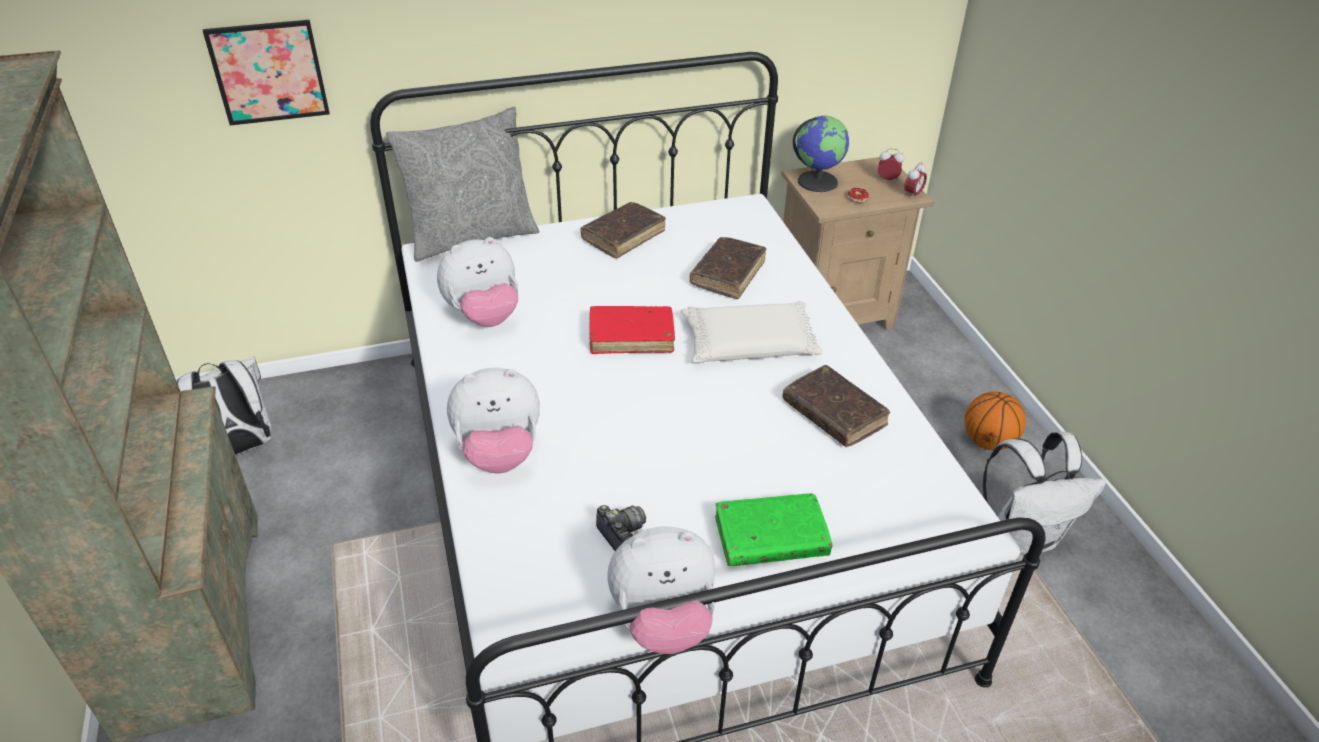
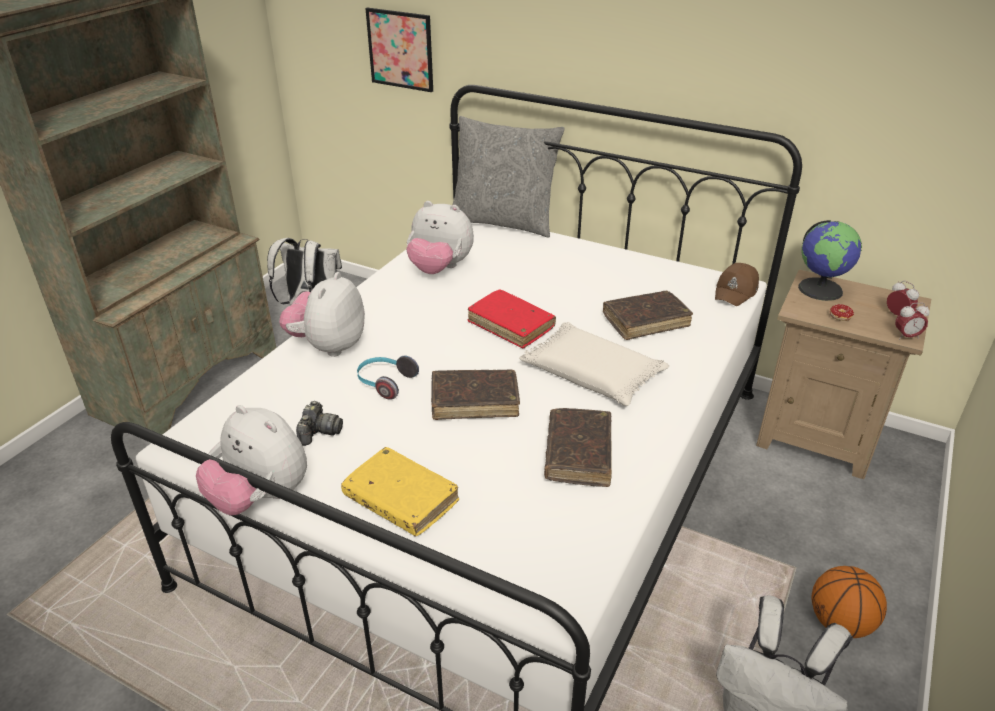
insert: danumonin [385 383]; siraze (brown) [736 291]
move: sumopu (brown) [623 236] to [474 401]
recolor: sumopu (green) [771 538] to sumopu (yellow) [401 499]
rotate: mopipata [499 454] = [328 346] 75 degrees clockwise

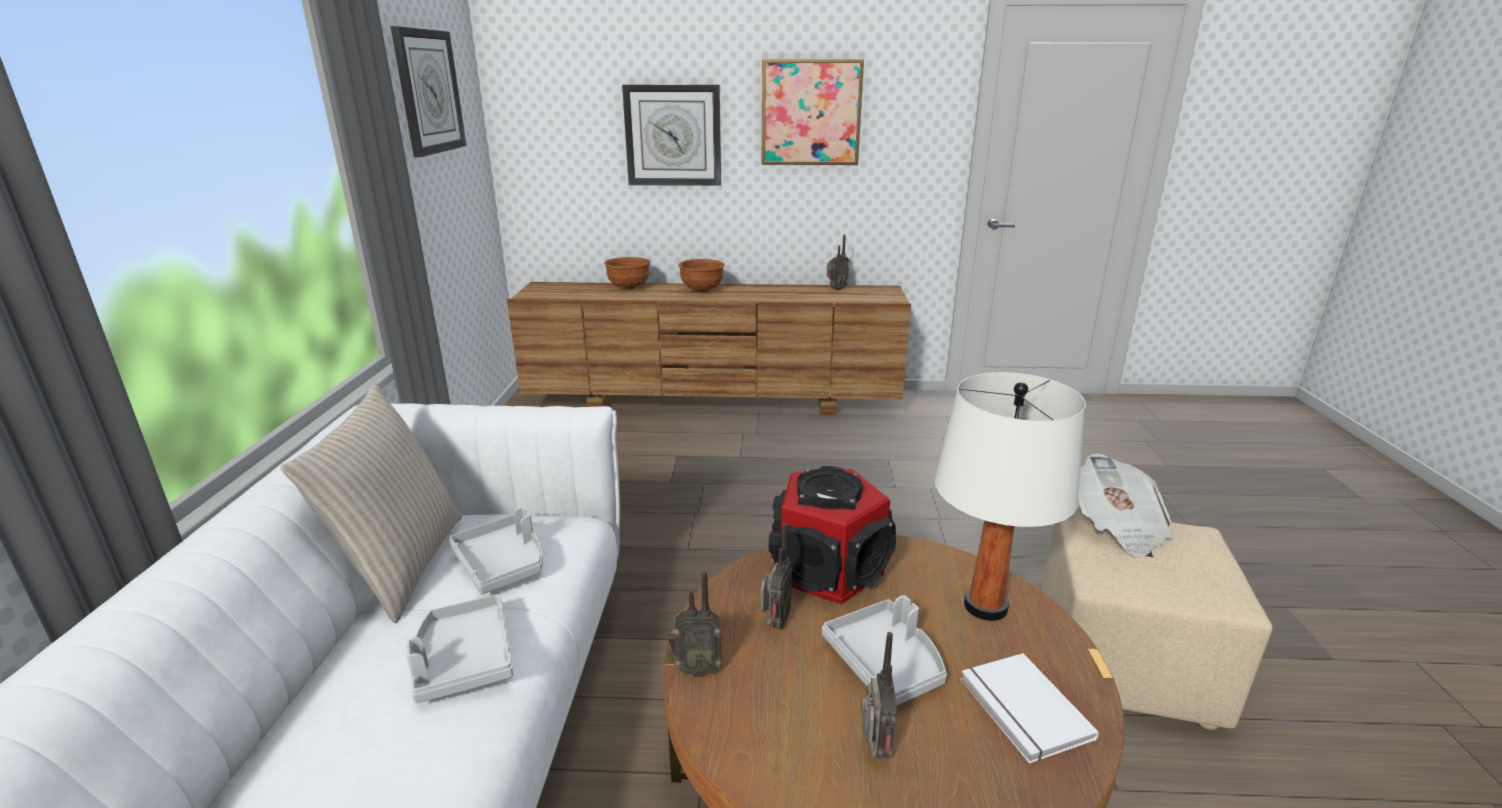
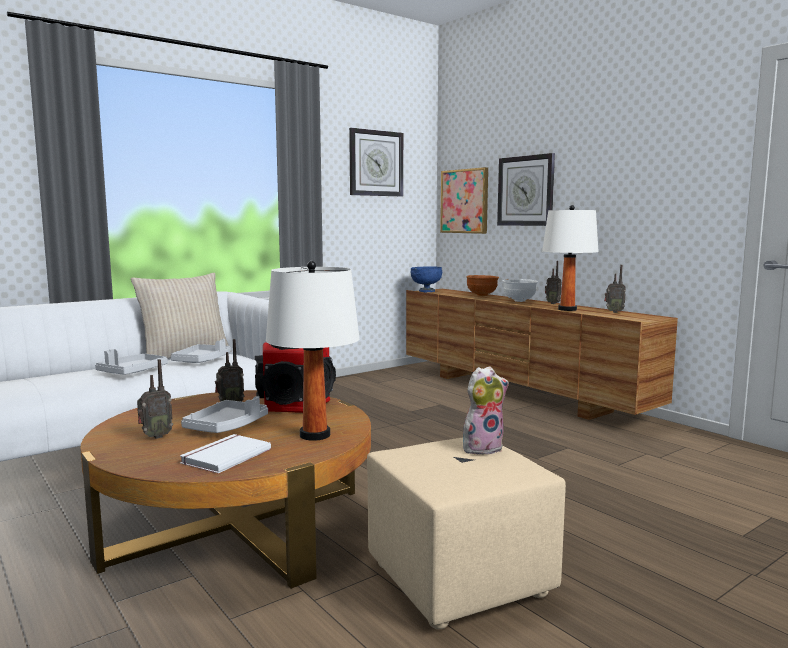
insert: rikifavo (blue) [426 291]; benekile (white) [567 309]
move: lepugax [696 669] to [553 303]; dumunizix [811 113] to [464 201]
replace: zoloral [1117 527] to mopipata [482 447]
recolor: rikifavo (brown) [702 290] to rikifavo (white) [519 301]

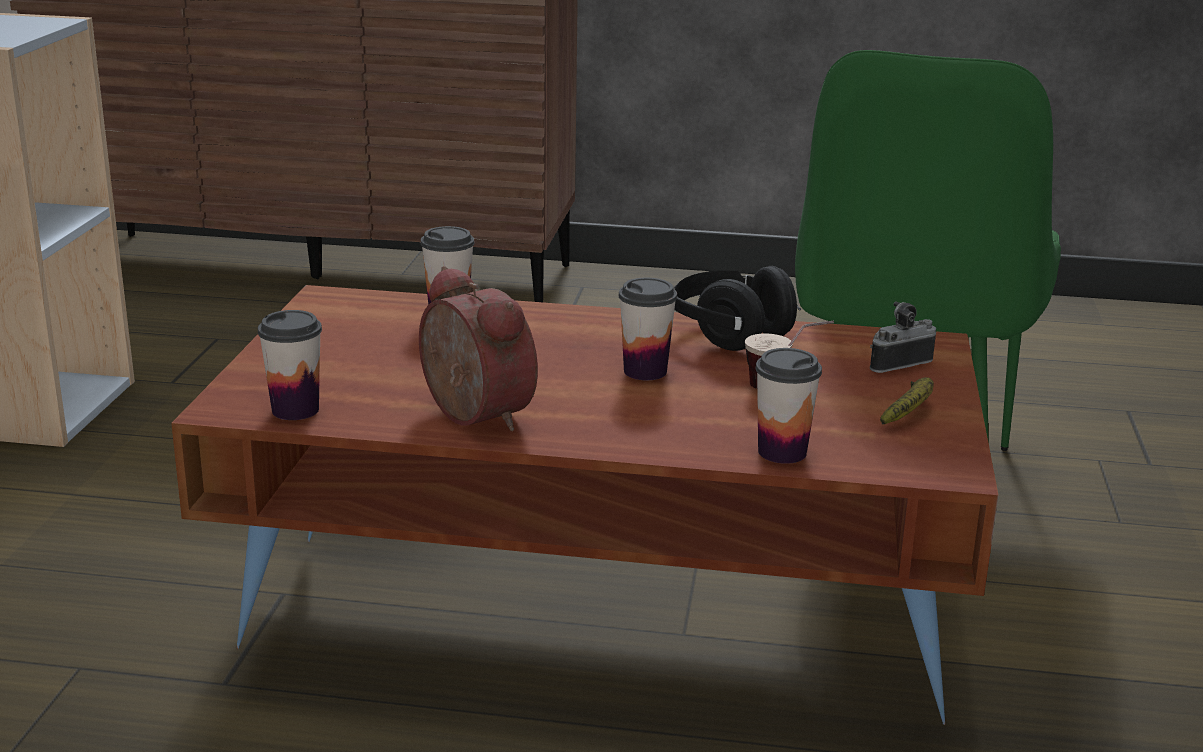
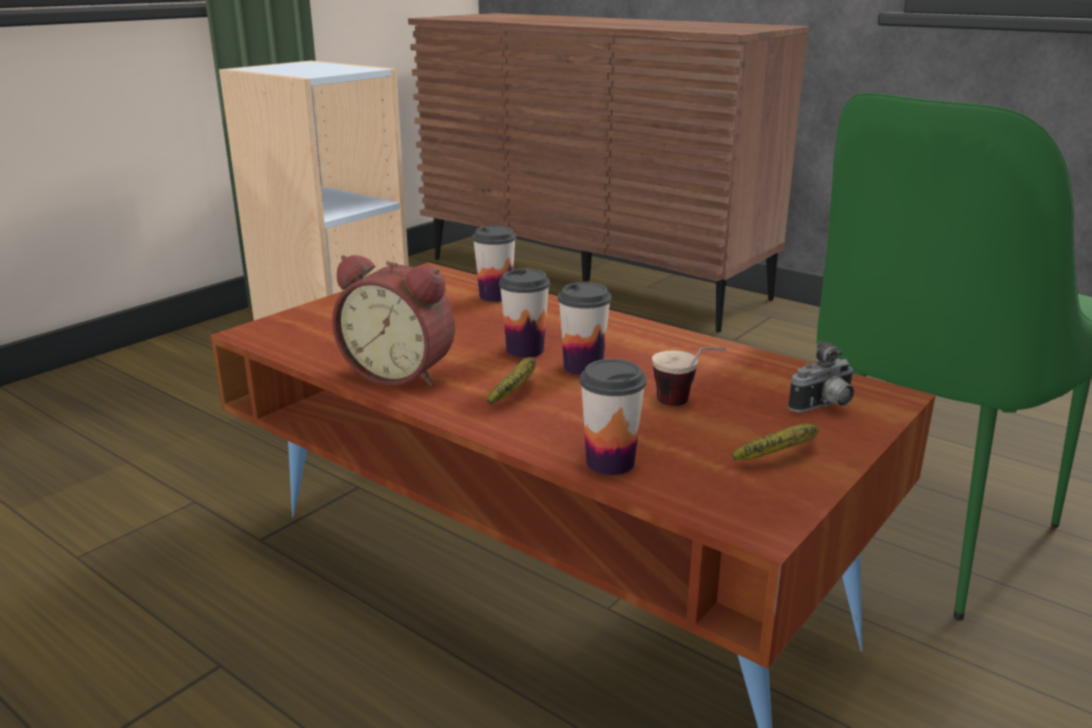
delete: danumonin (black) [730 334]
insert: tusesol [516 390]
move: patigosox [295 410] to [525 350]
rotate: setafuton [470 416] = [401 373] 120 degrees clockwise; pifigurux [896 363] = [824 407] 150 degrees clockwise

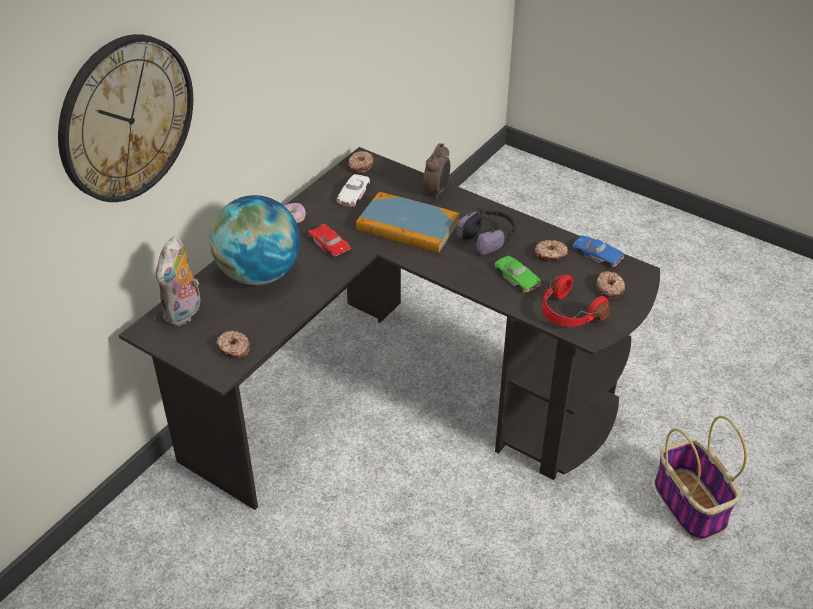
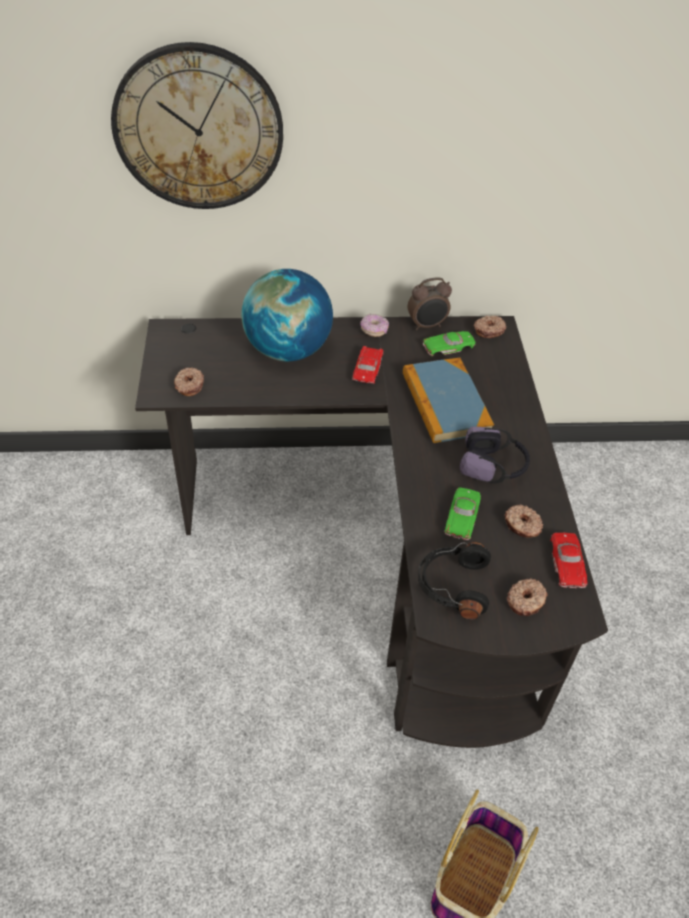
delete: mopipata [184 313]
move: setafuton [437 191] to [427 325]
recolor: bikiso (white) [353 193] to bikiso (green) [448 346]; danumonin (red) [569 314] to danumonin (black) [452 585]; bikiso (blue) [597 254] to bikiso (red) [567 563]

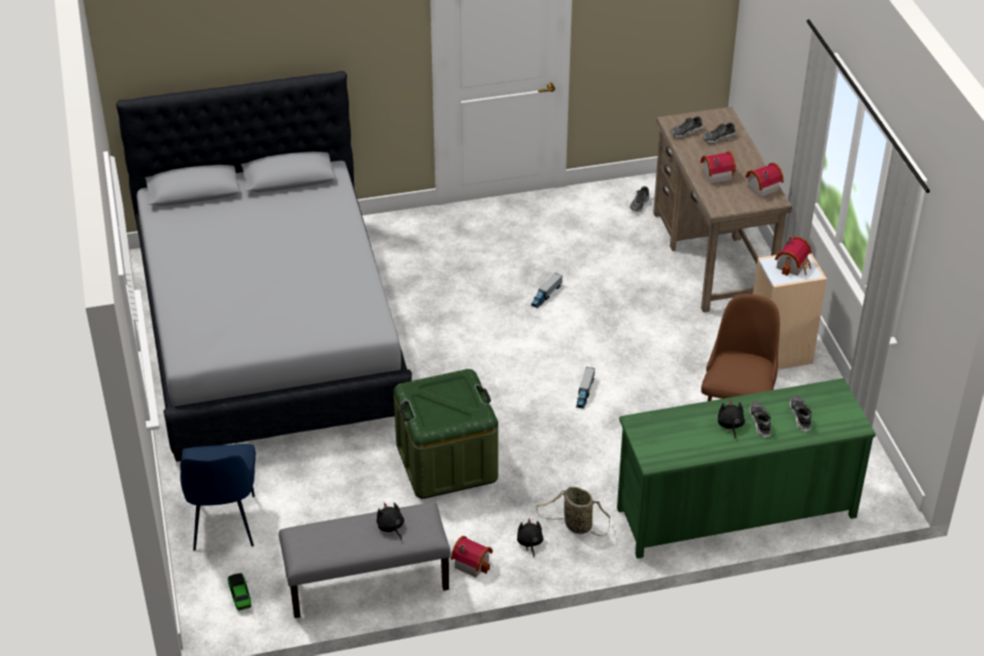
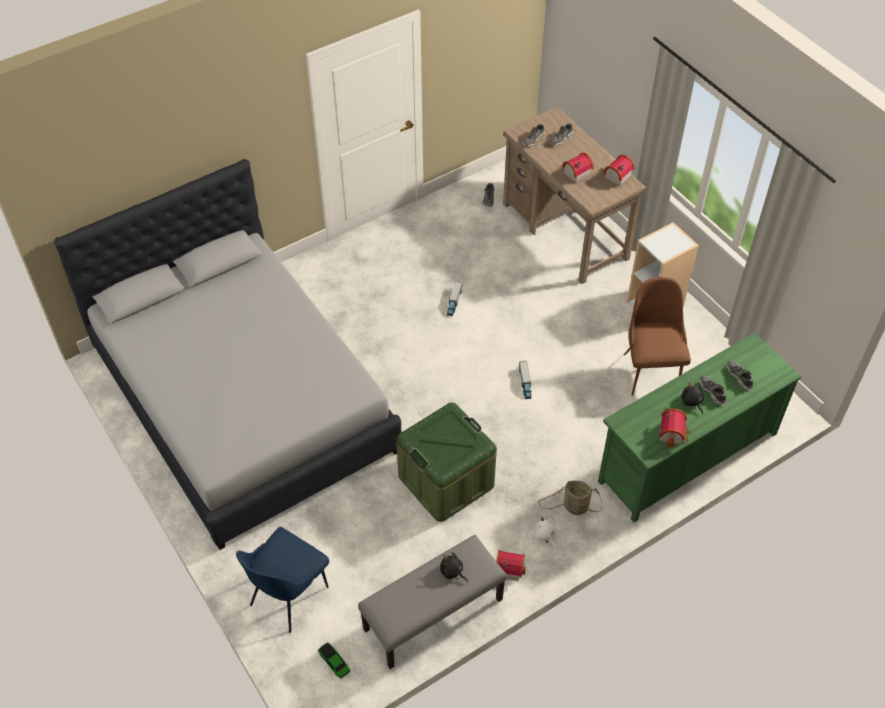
move: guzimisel [793 265] to [673 433]
recolor: mopipata (black) [529 543] to mopipata (white) [545 535]
rotate: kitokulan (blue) [224 523] = [289 597] 60 degrees clockwise

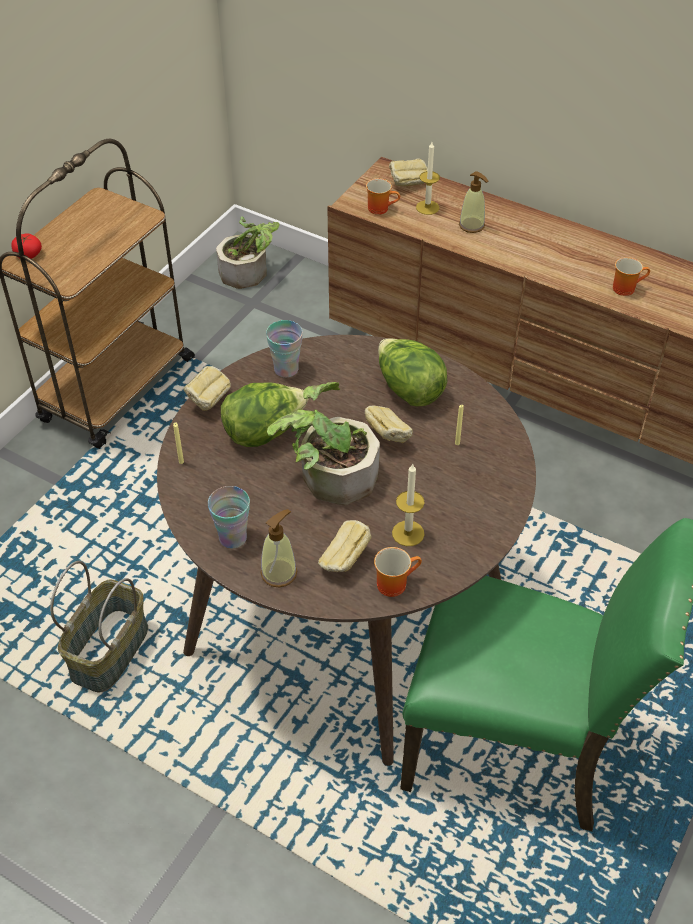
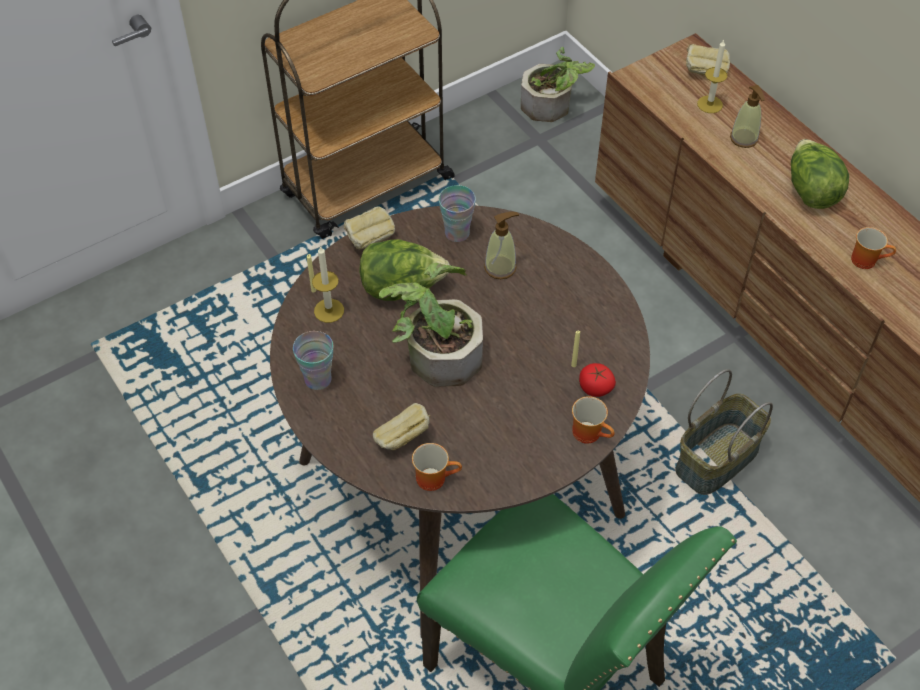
delete: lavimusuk [387 437]
move: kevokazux [28 254] to [595 387]; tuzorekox [109 650] to [716 458]; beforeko [279 573] to [500 267]; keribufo [381 208] to [590 432]; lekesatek [409 390] to [811 191]; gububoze [408 533] to [329 310]

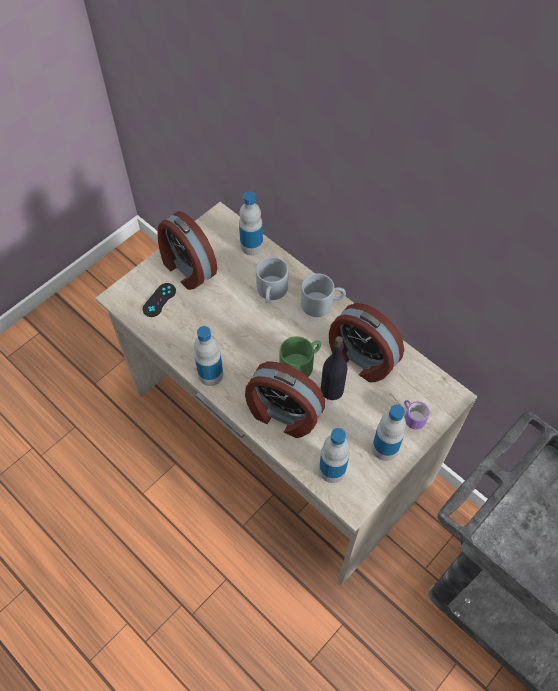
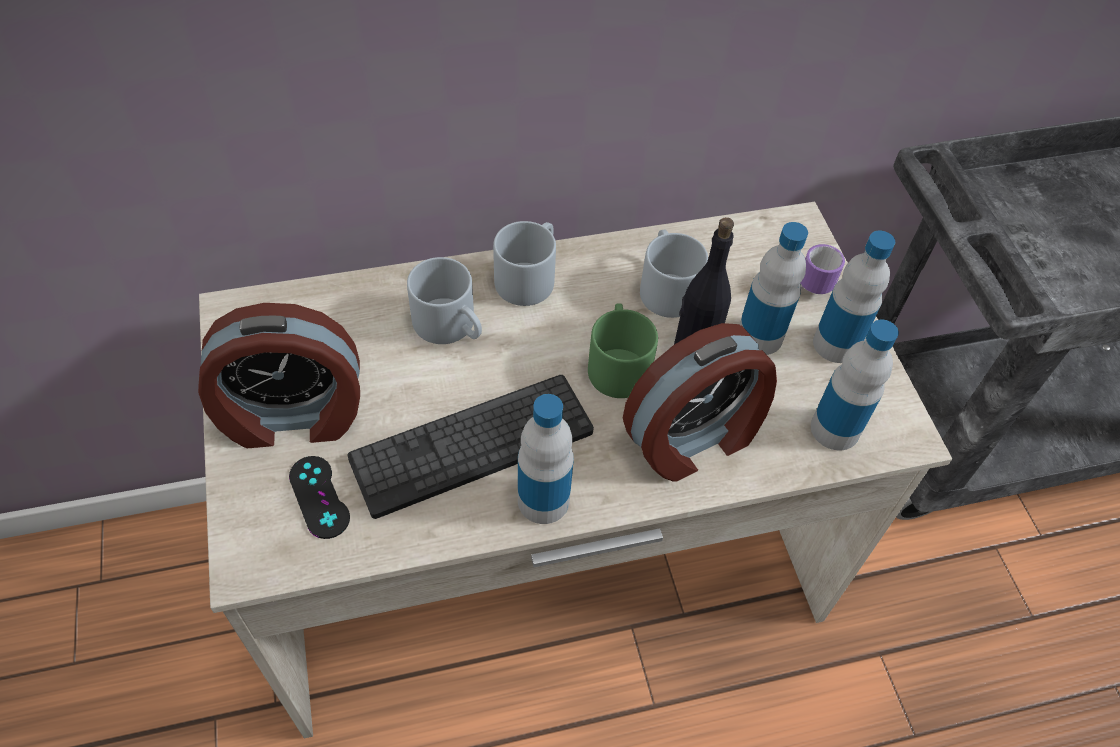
insert: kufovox [472 445]
move: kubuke [251 246] to [759 336]
replace: setafuton [361 359] to keribufo (grey) [665 286]

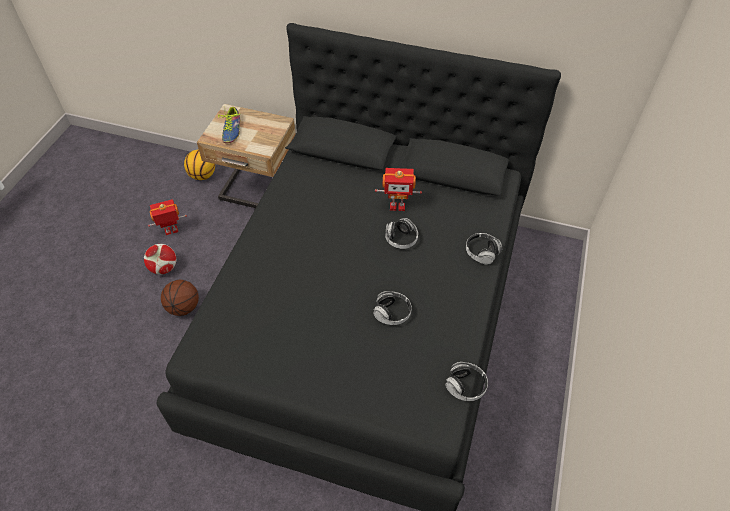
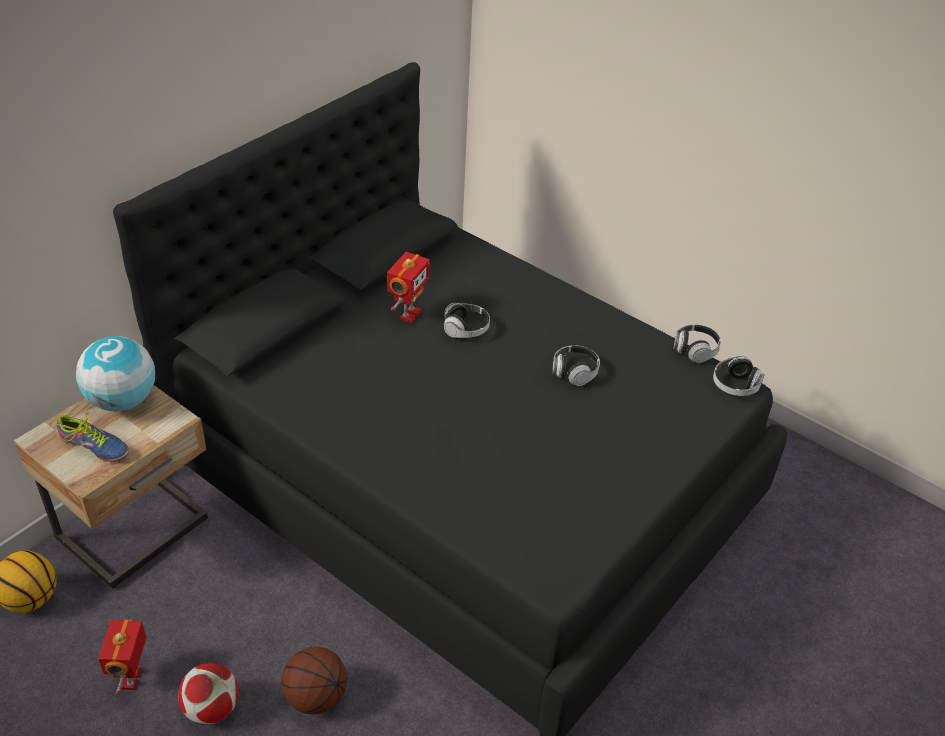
insert: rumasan [123 400]
move: danumonin [481 253] to [735 386]

